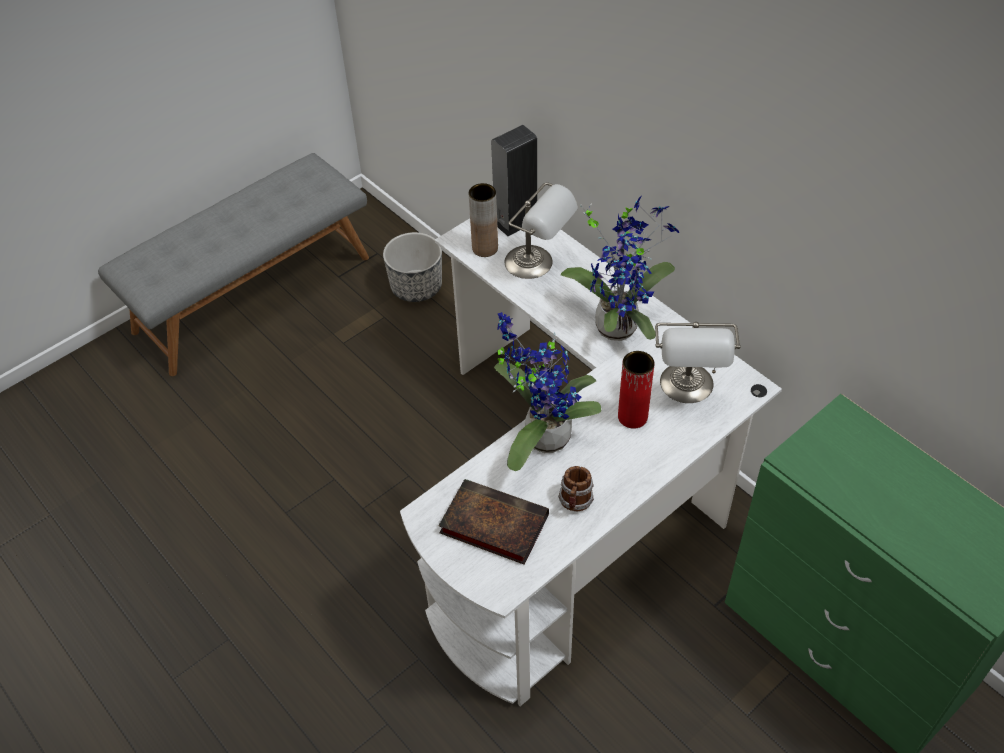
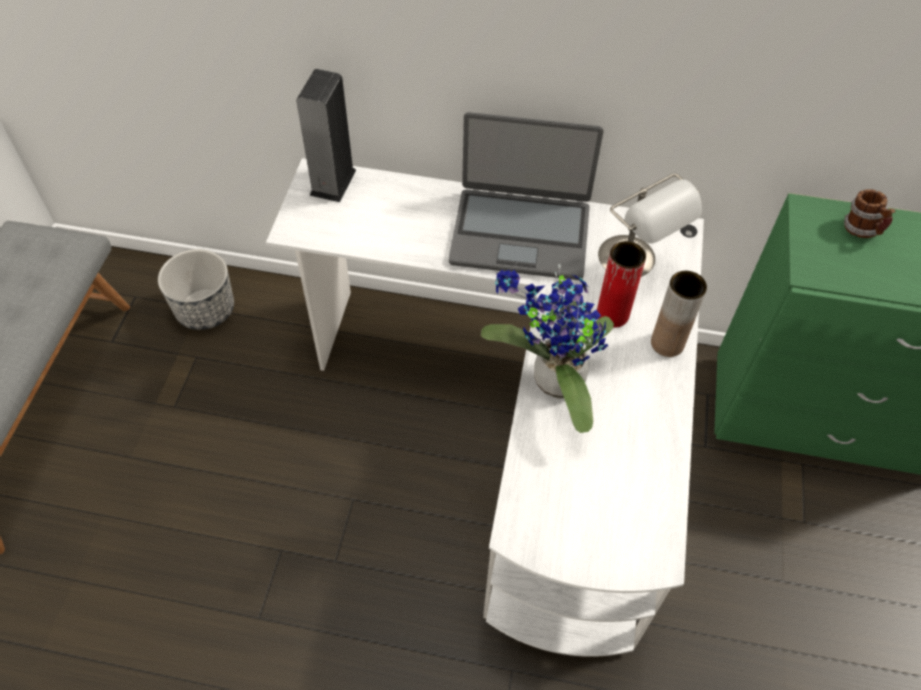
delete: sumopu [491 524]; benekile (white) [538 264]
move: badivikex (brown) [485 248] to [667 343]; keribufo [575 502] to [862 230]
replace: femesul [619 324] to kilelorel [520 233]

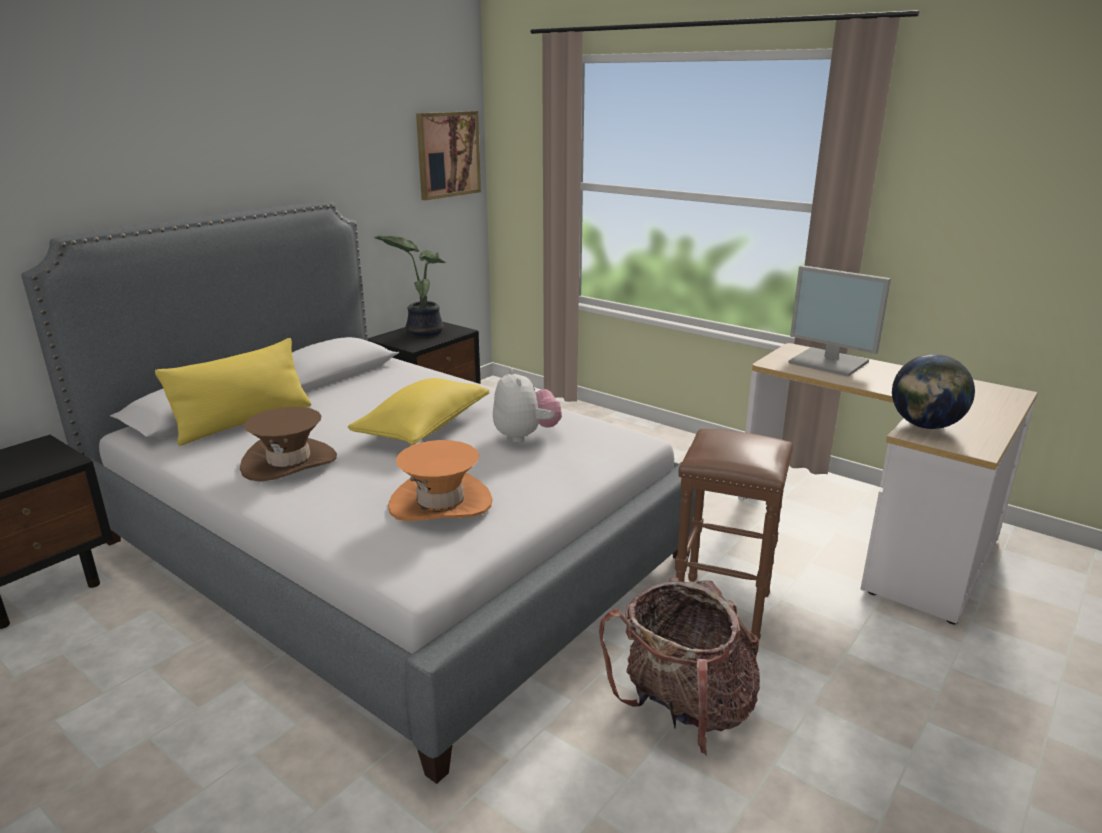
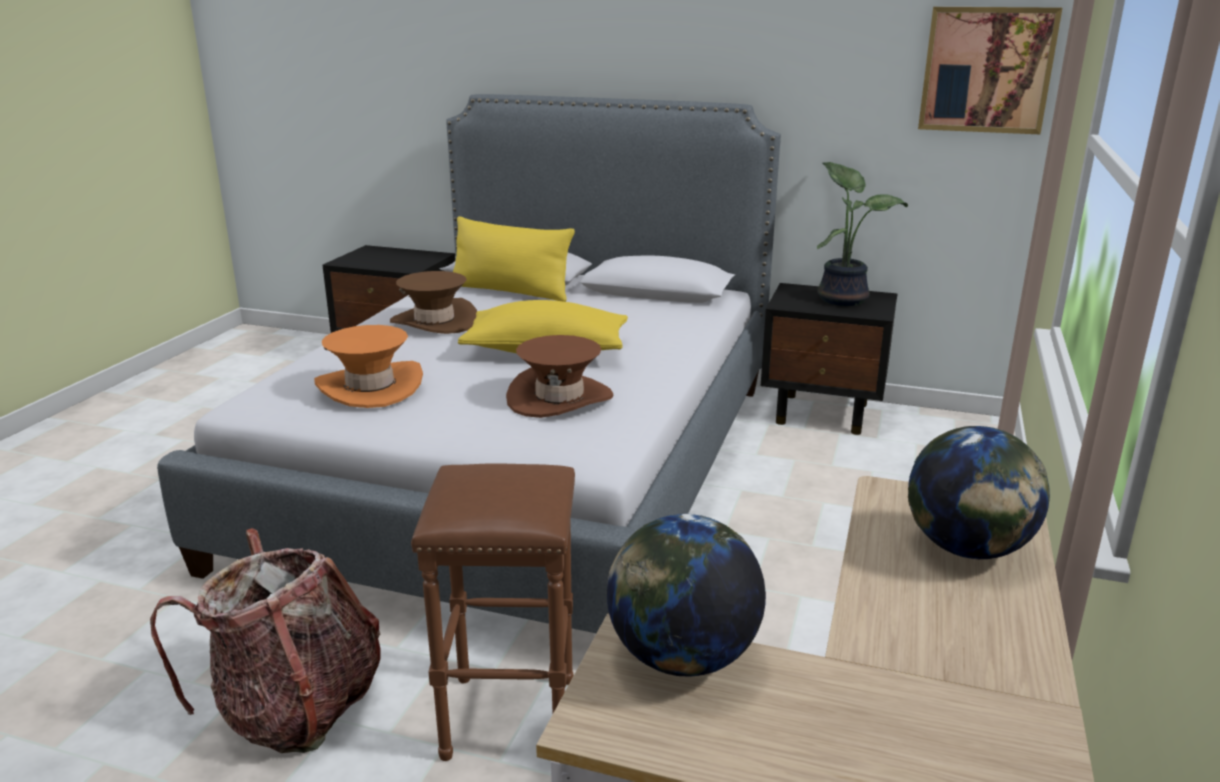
replace: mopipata [525 436] to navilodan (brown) [559 398]; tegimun [830 362] to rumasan [967 549]

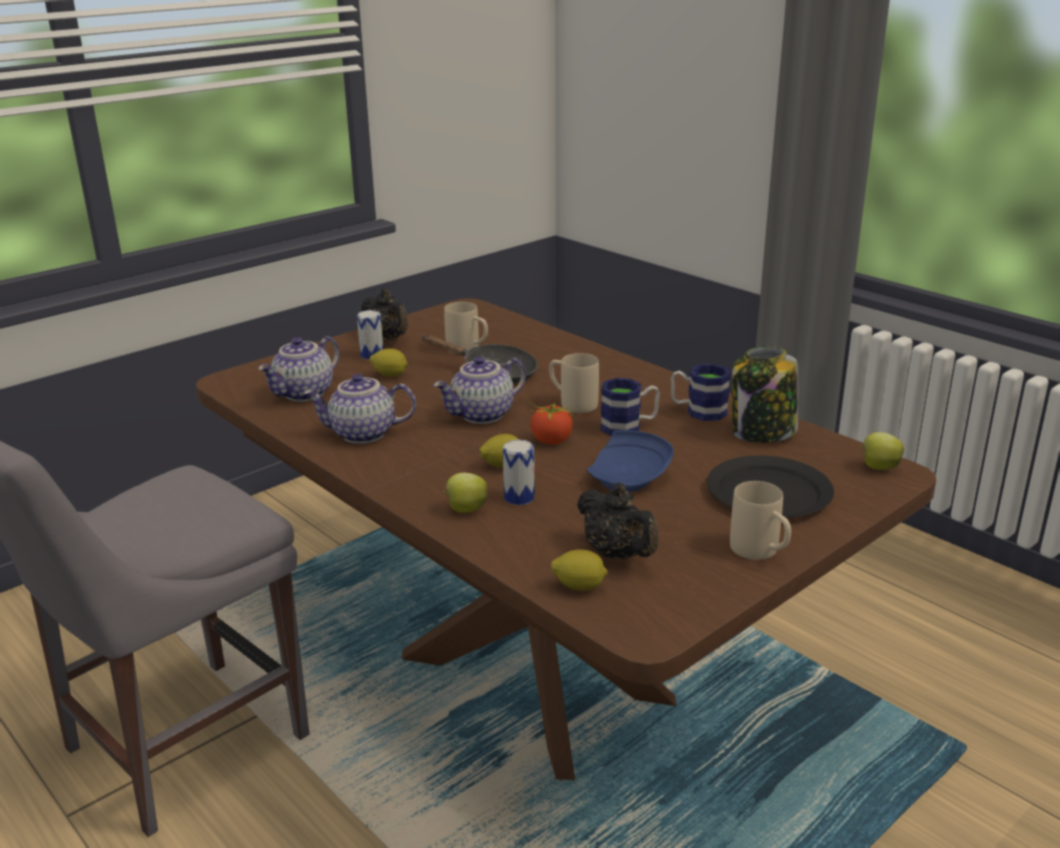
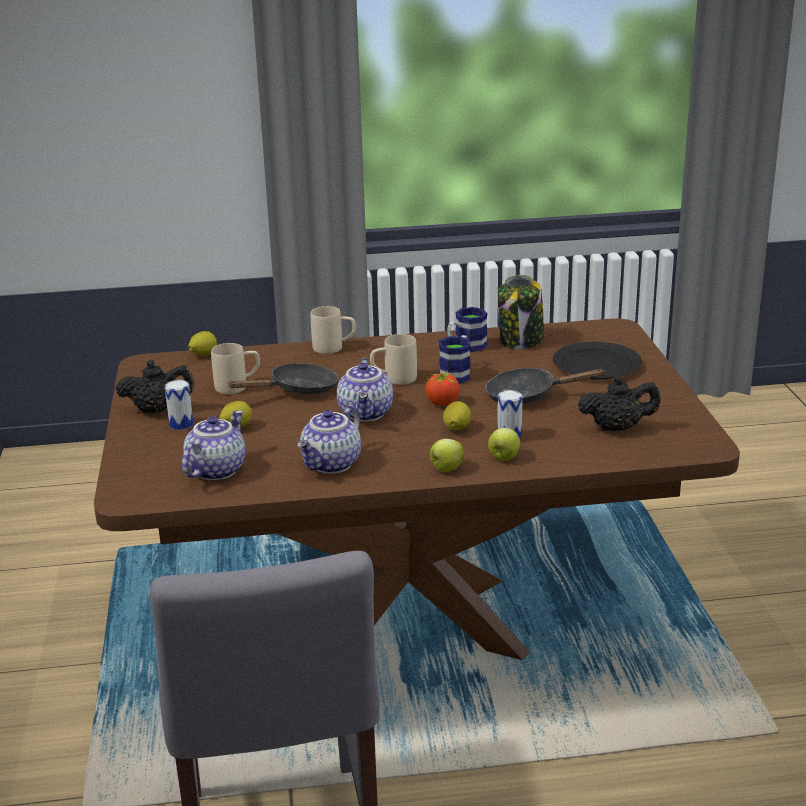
move: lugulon [579 587] to [203 355]; keribufo (beige) [761 553] to [334 348]; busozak [878 467] to [446 469]
replace: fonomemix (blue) [629 478] to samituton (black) [528 396]
rotate: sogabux [304 394] = [215 470] 135 degrees counterclockwise

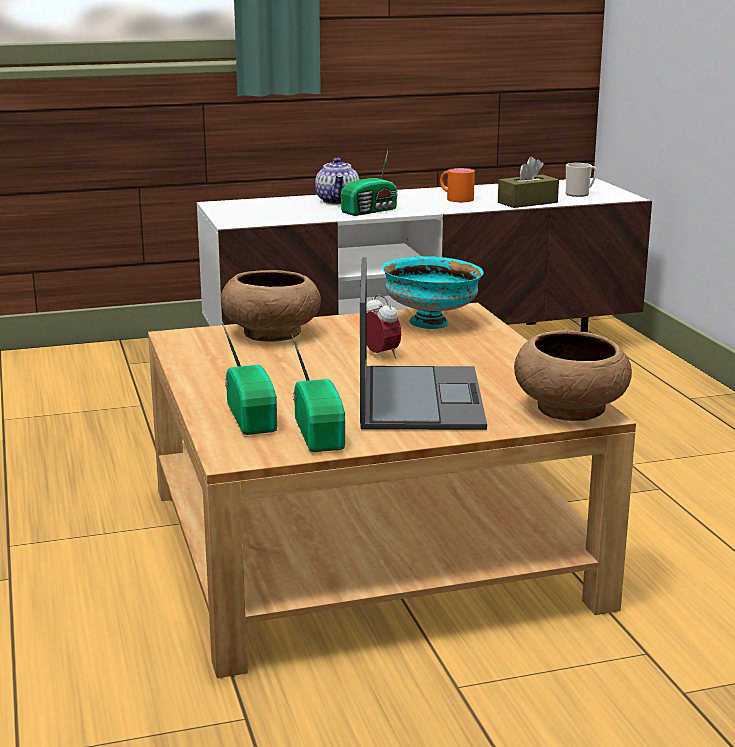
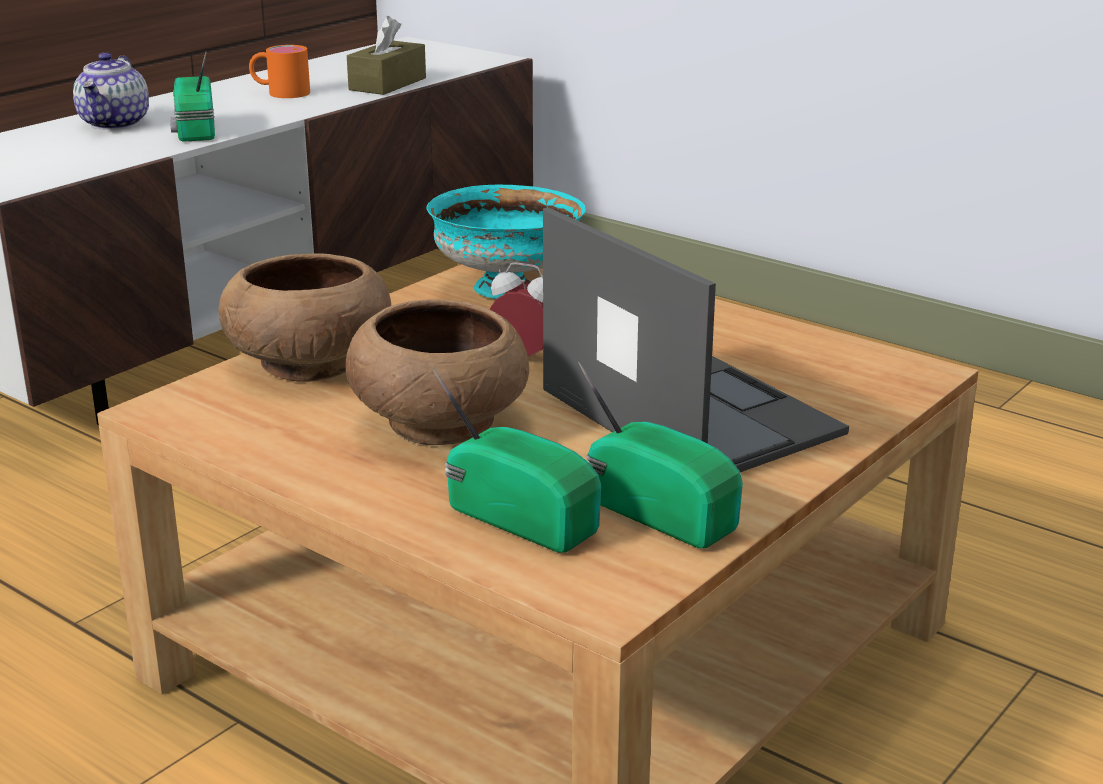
delete: keribufo [580 194]
move: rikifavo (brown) [571 409] to [441 422]
rotate: sogabux [338 201] = [115 124] 45 degrees clockwise; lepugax [371 211] = [194 131] 150 degrees clockwise

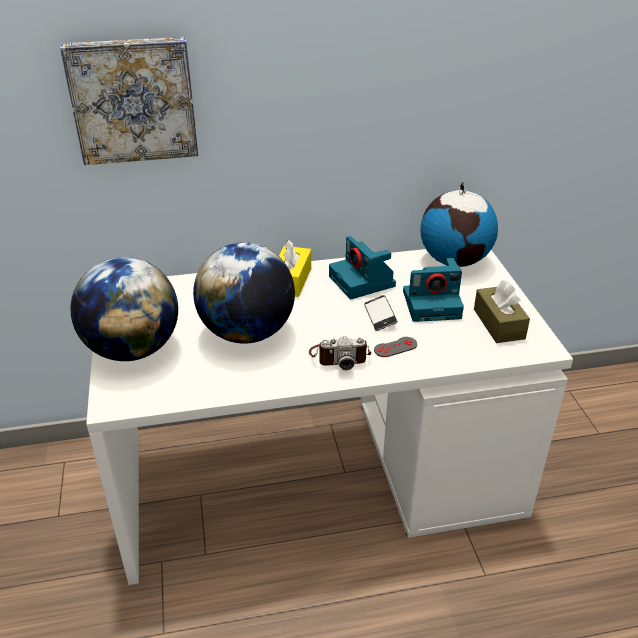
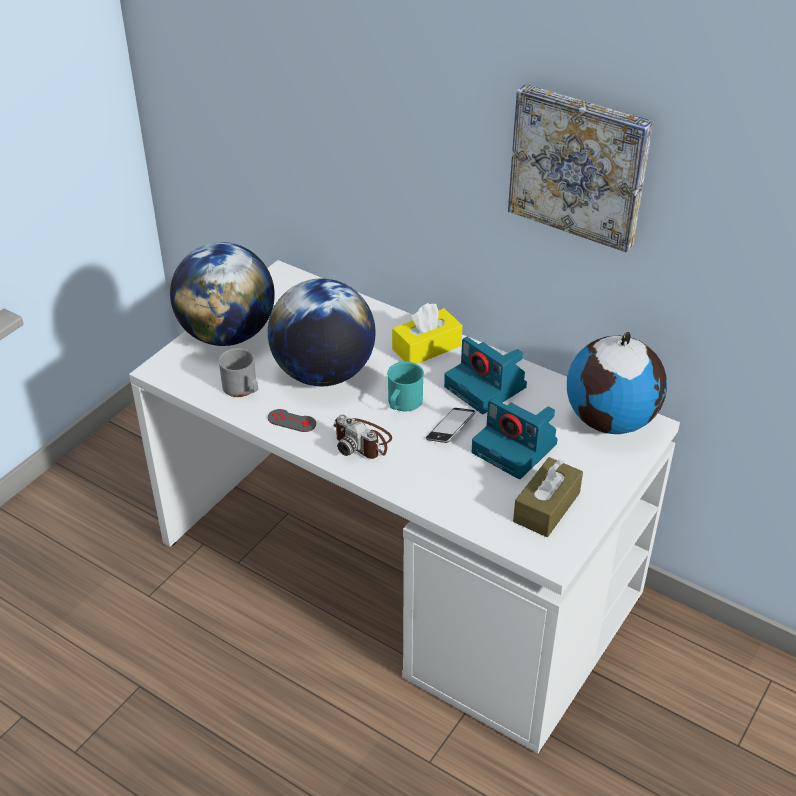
insert: keribufo (grey) [243 389]; keribufo (turquoise) [402 404]
move: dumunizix [133 100] to [580 165]; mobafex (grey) [395 347] to [291 421]
rotate: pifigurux [363 282] = [487 387] 60 degrees counterclockwise

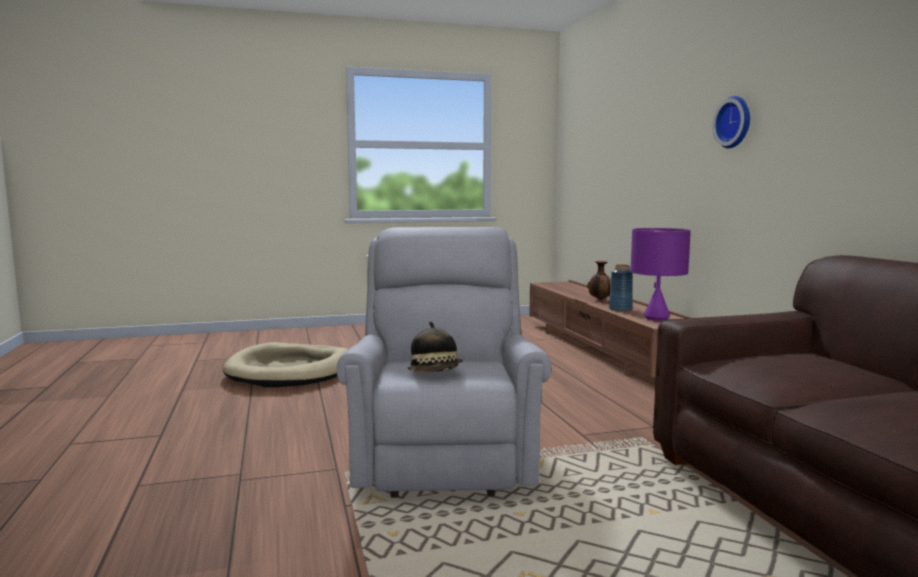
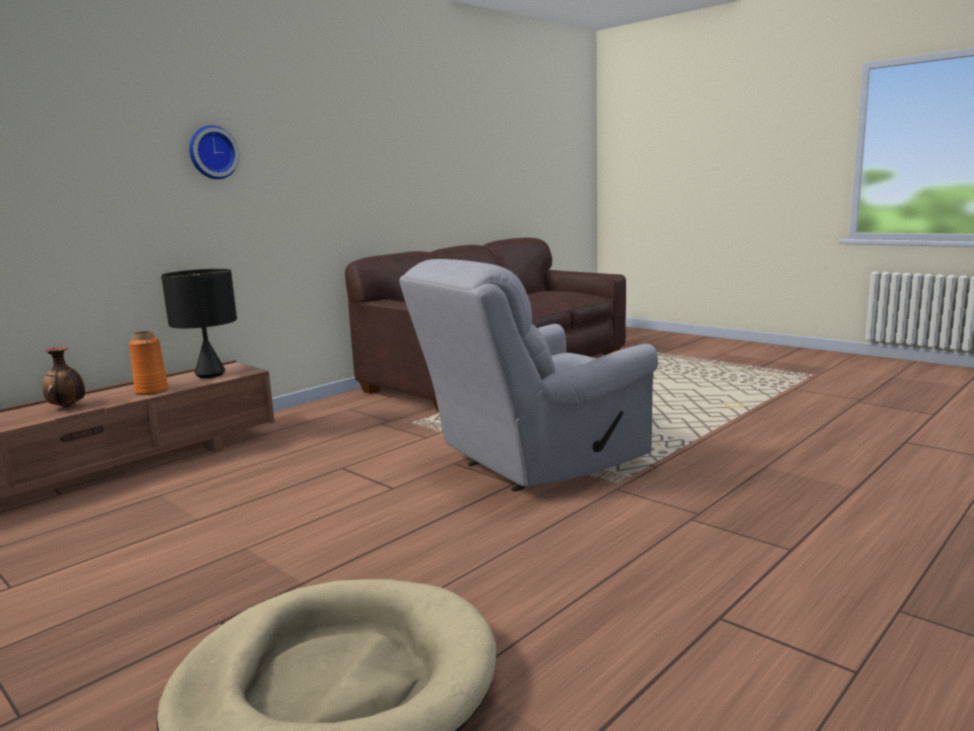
delete: navilodan [436 373]
recolor: badivikex (blue) [620 309] to badivikex (orange) [152 391]; benekile (purple) [656 318] to benekile (black) [210 375]

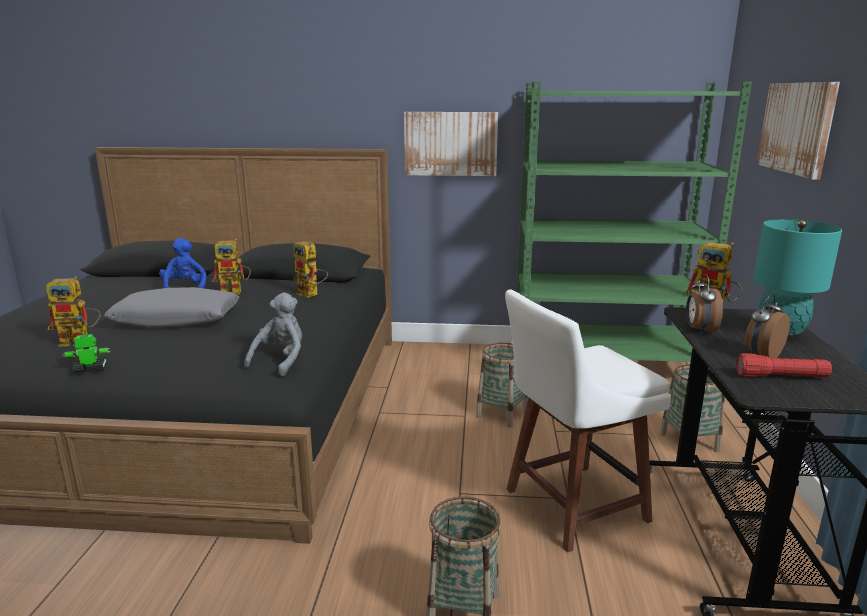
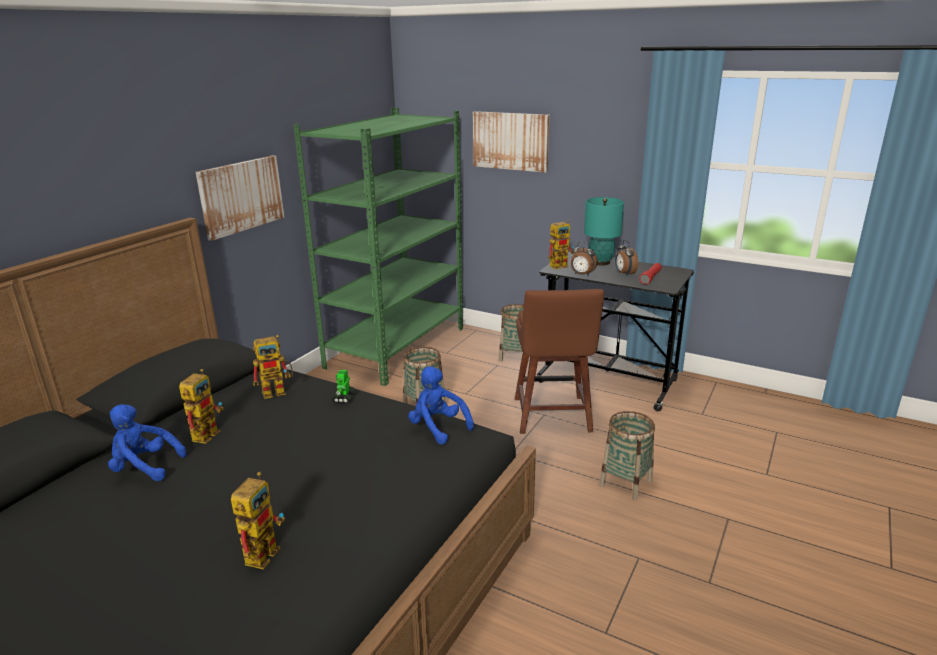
delete: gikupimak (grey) [176 319]
move: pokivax [90 369] to [344 398]
recolor: mopipata (grey) [281 361] to mopipata (blue) [438 427]; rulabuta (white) [570 506] to rulabuta (brown) [552 417]

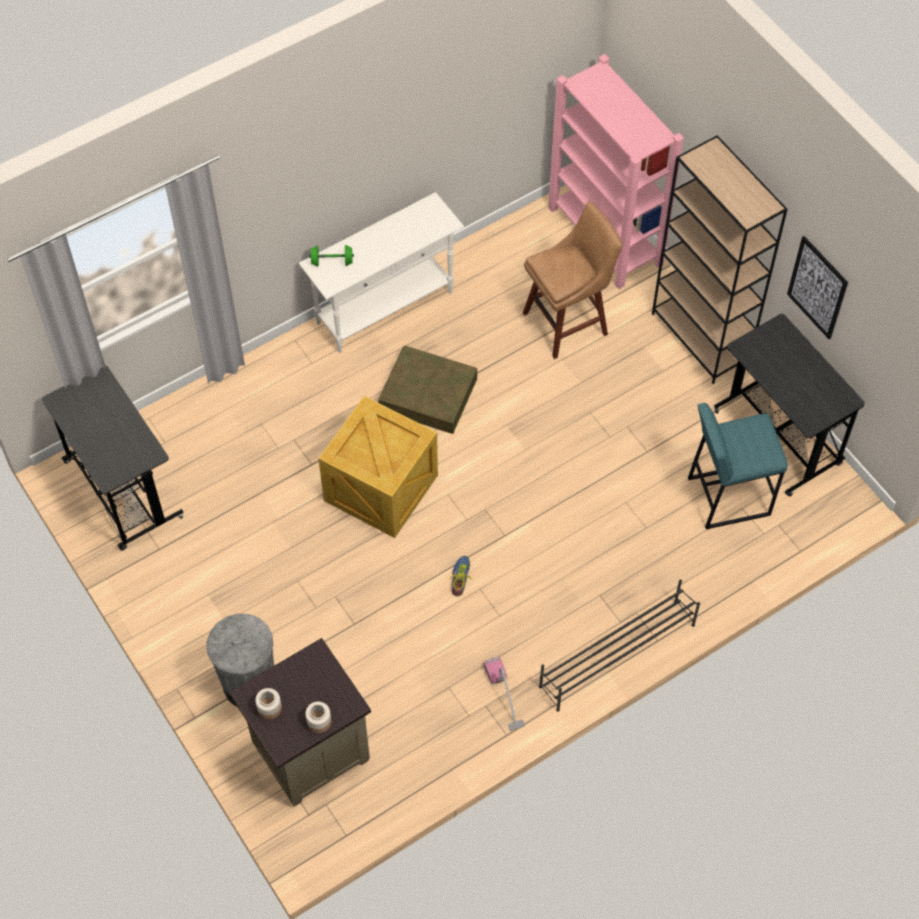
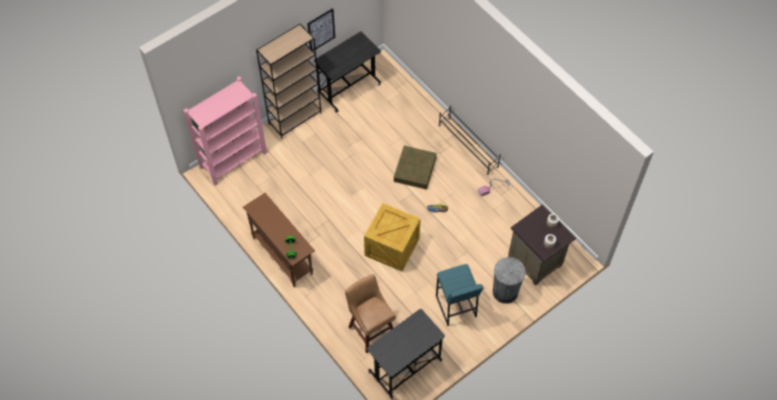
move: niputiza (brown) [428 394] to [415 170]; rulabuta (brown) [568 322] to [371 329]; rulabuta (turquoise) [726 497] to [456 307]
recolor: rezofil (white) [385 307] to rezofil (brown) [282 255]

